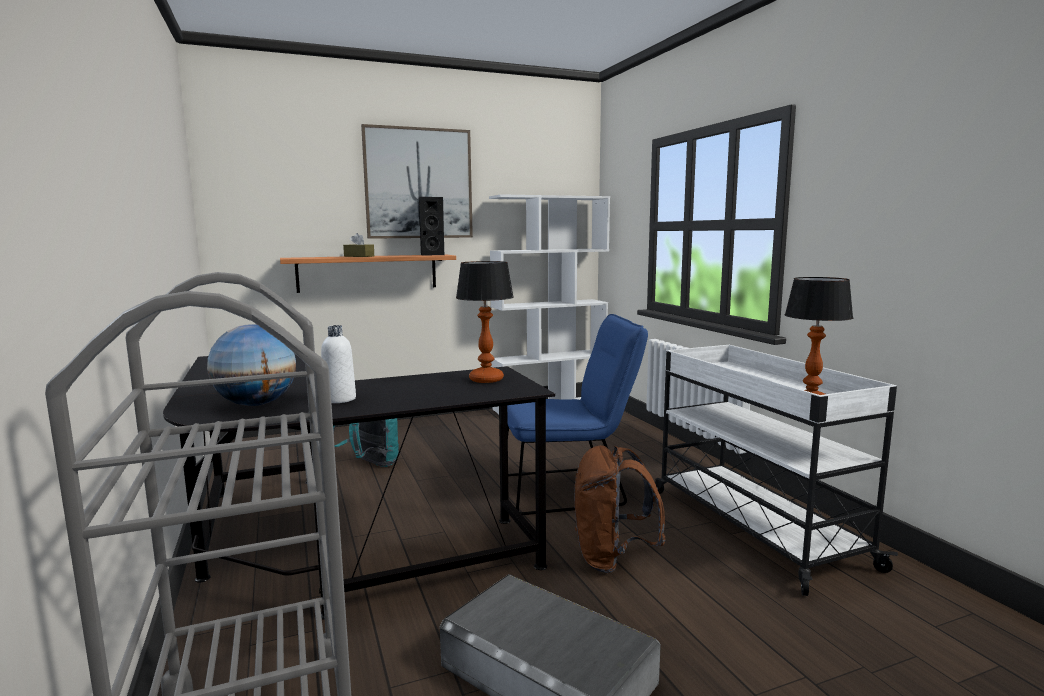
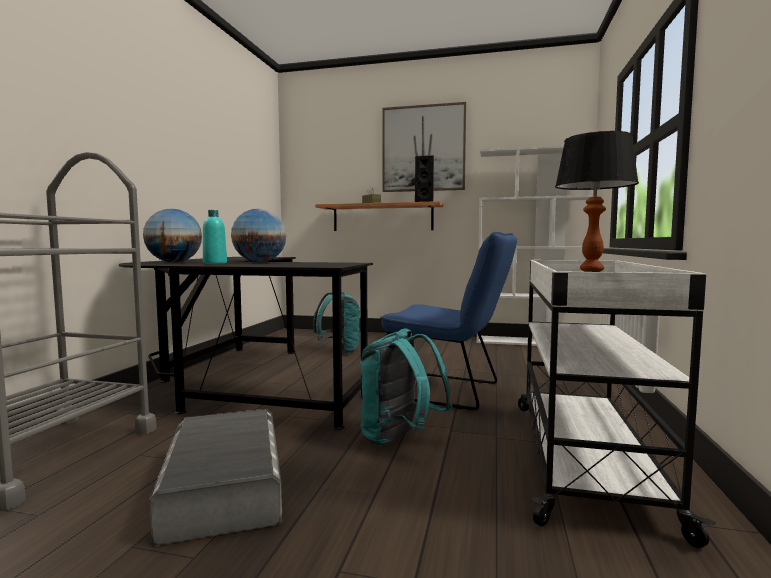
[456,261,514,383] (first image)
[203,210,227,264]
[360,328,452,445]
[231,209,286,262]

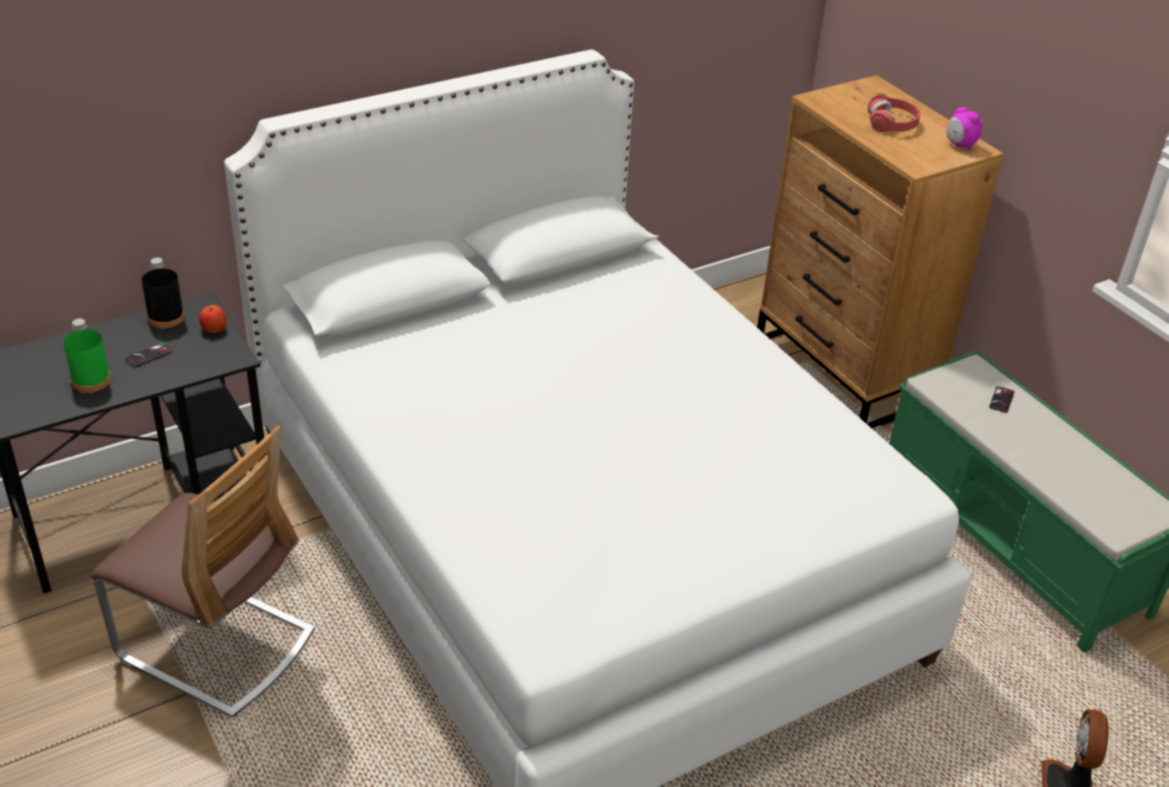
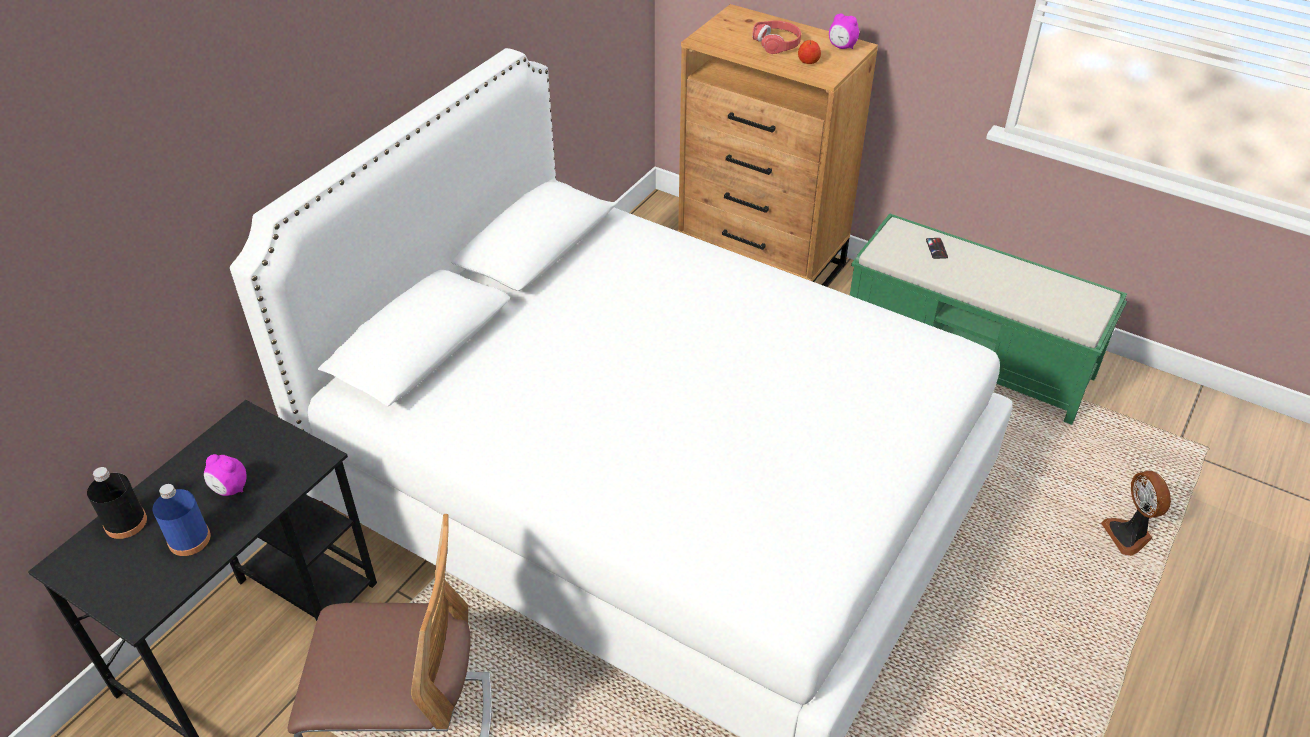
[87,467,147,539]
[798,40,821,64]
[153,484,211,556]
[204,454,247,496]

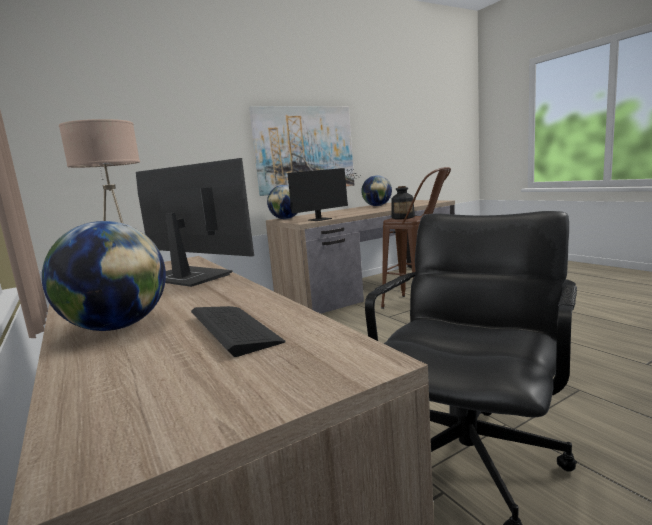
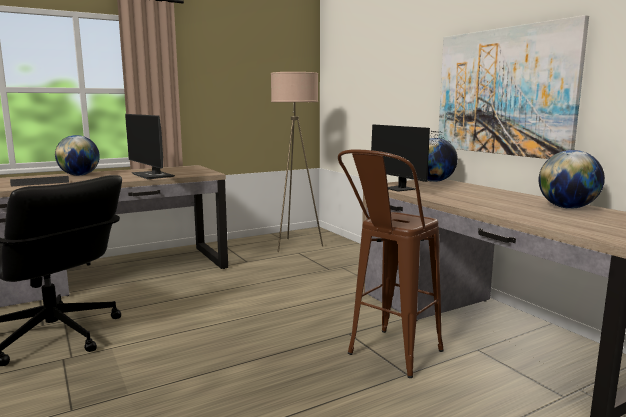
[125,114,175,179]
[392,186,415,219] (first image)

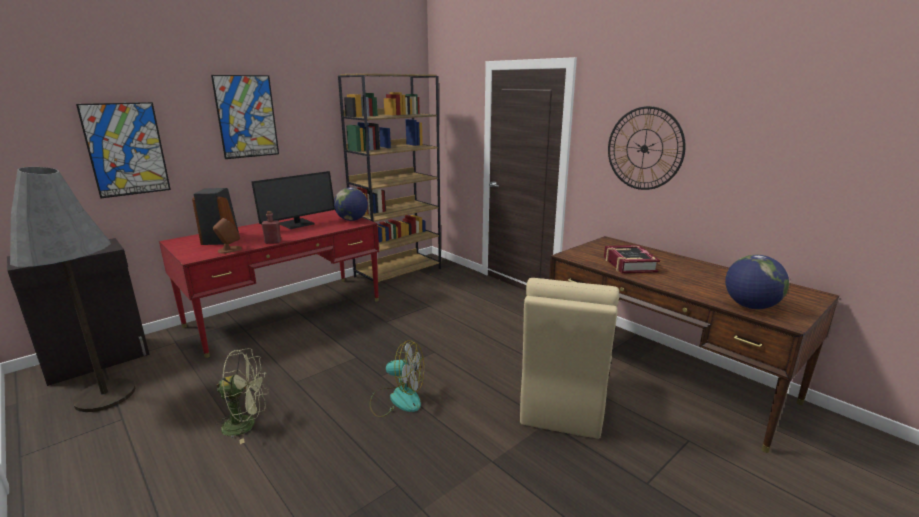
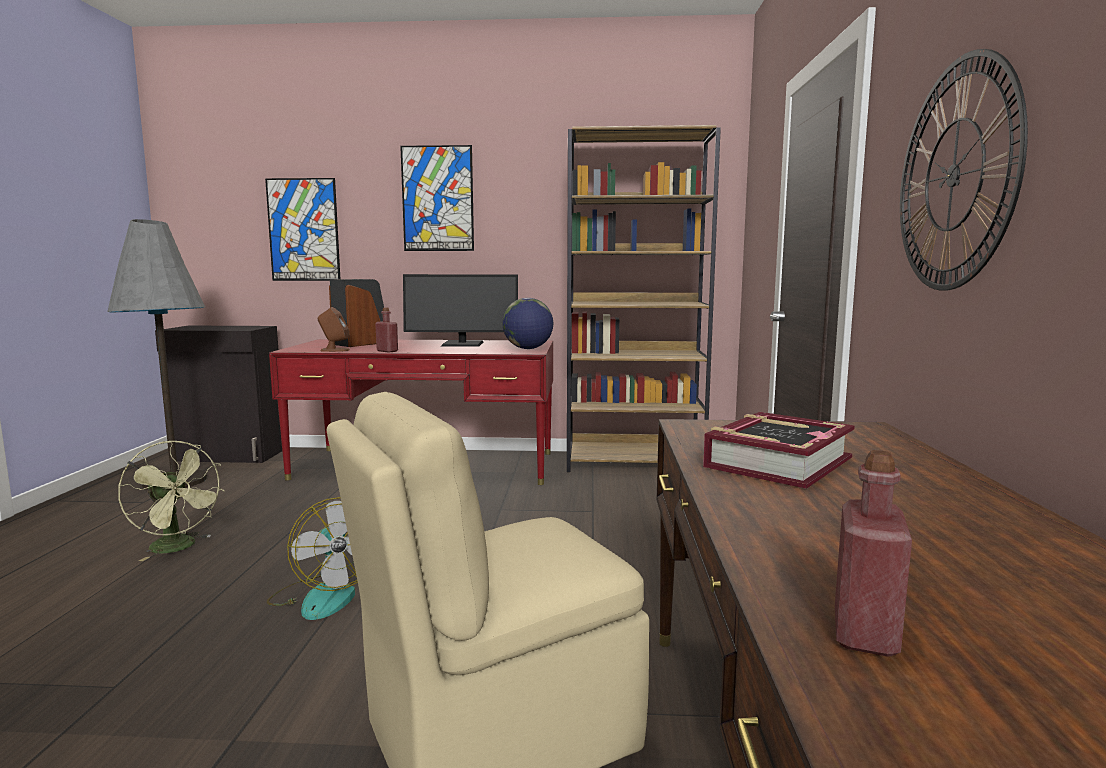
[835,450,912,657]

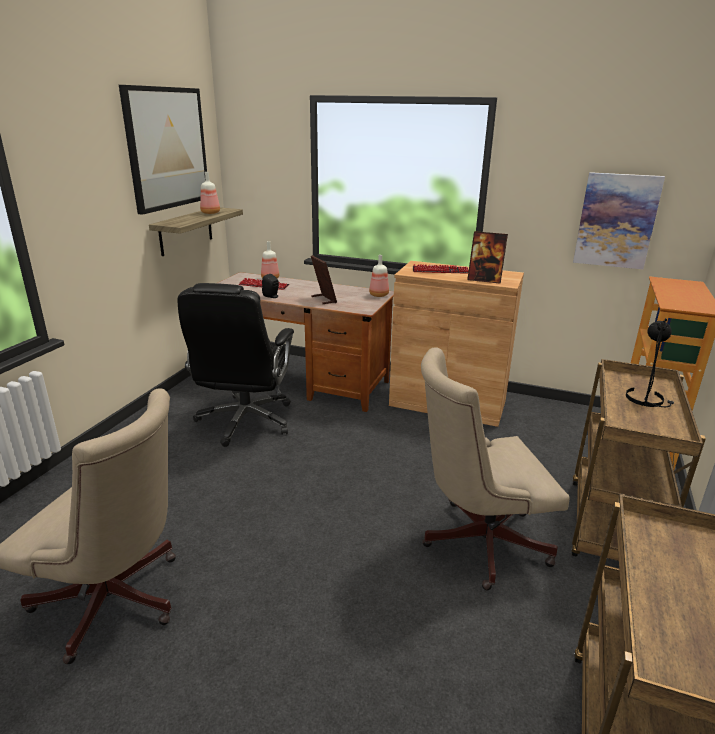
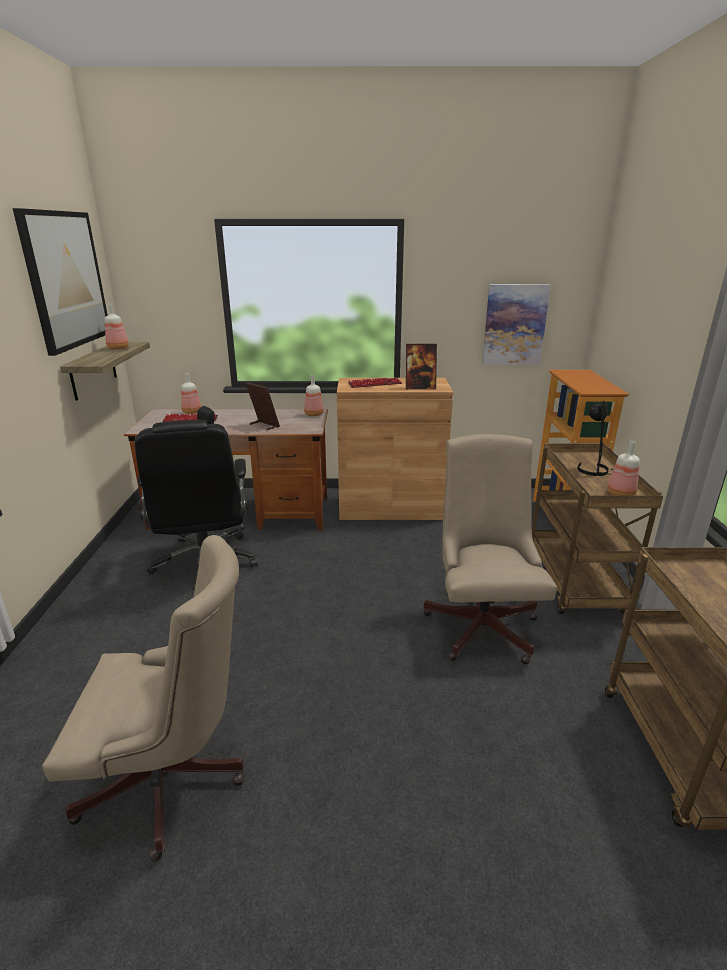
[424,434,557,664]
[607,441,640,496]

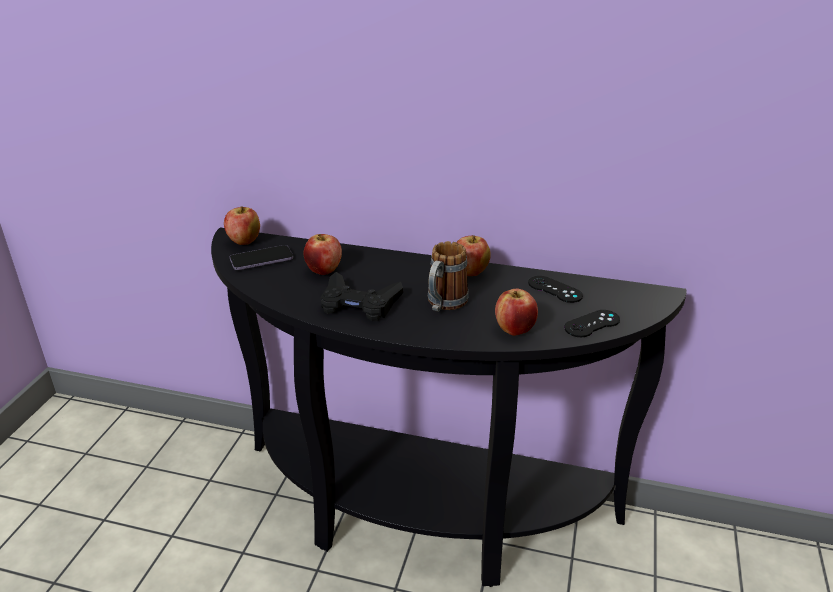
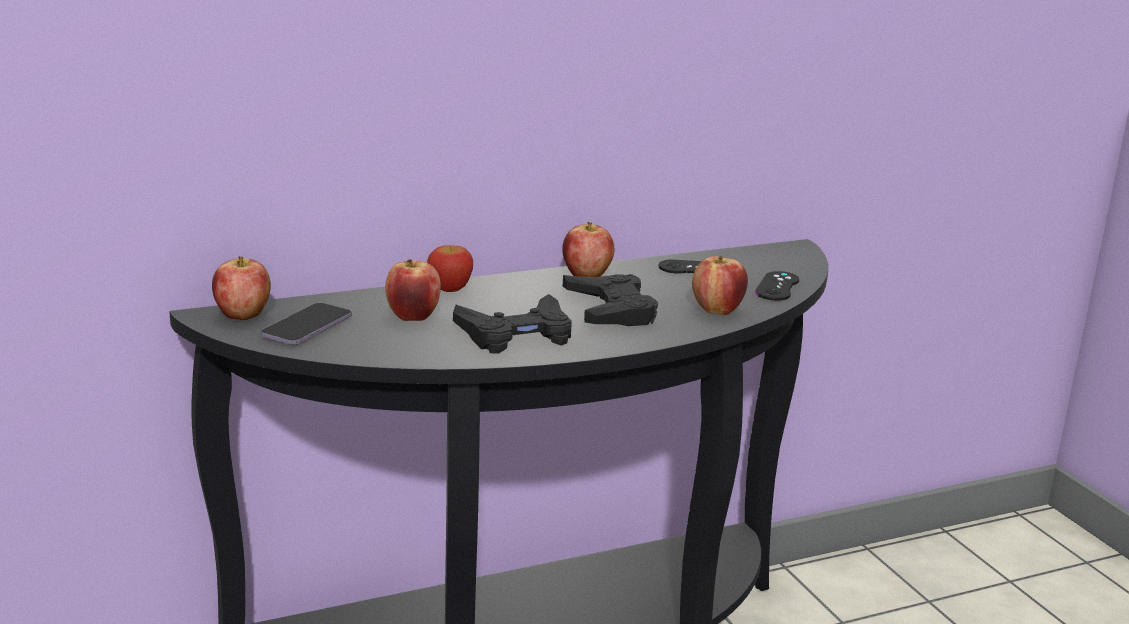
[563,274,658,326]
[427,245,473,292]

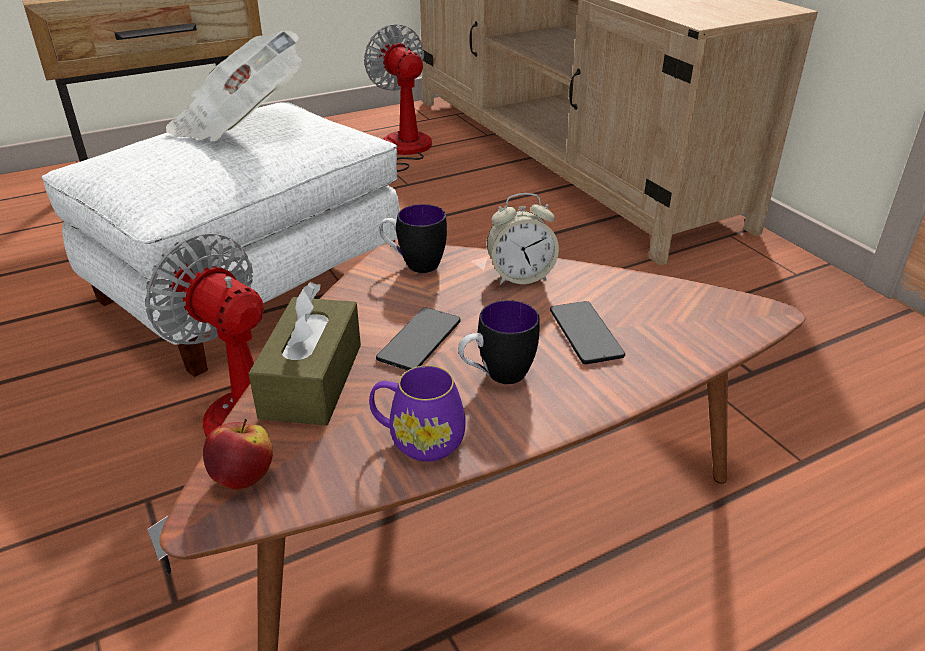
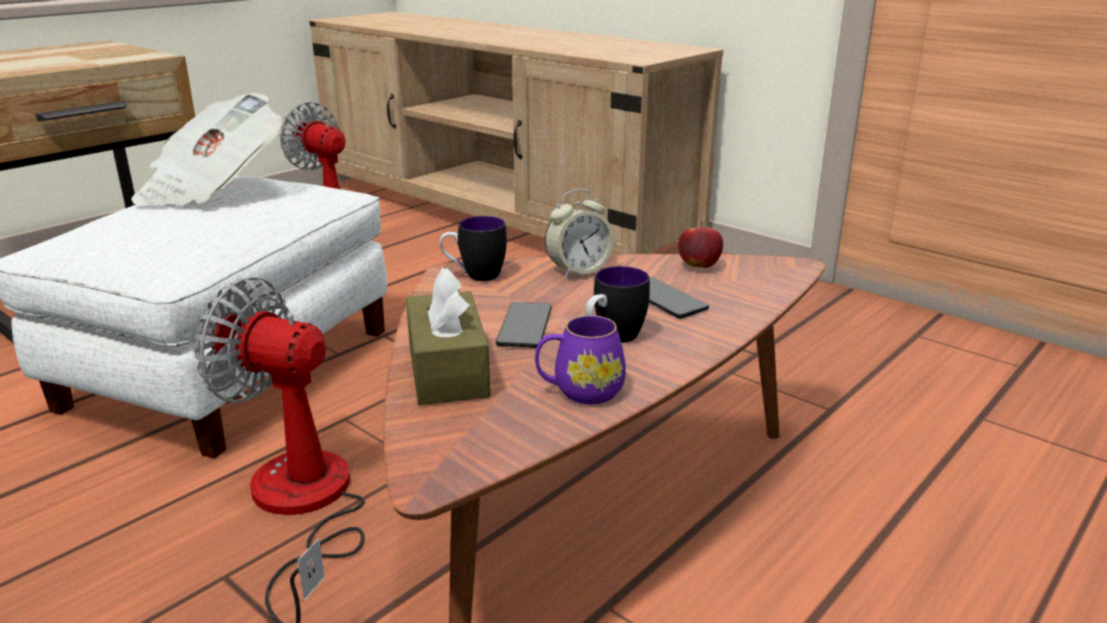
[678,222,723,268]

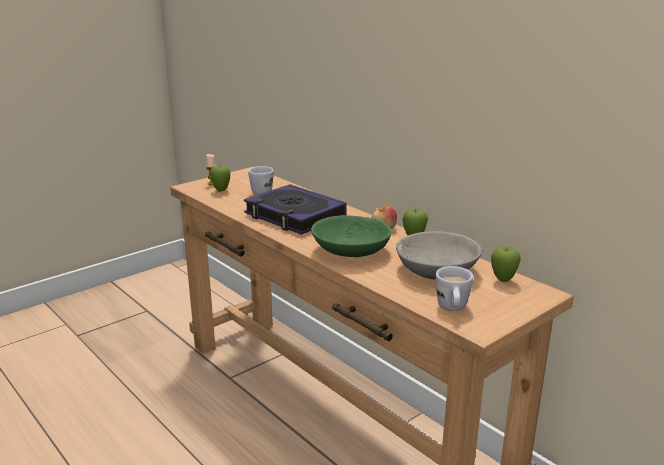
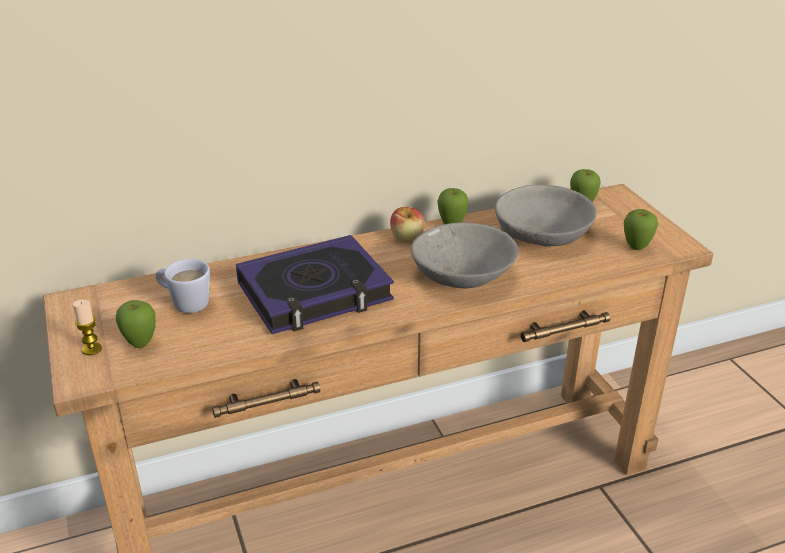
[410,222,519,289]
[624,209,658,250]

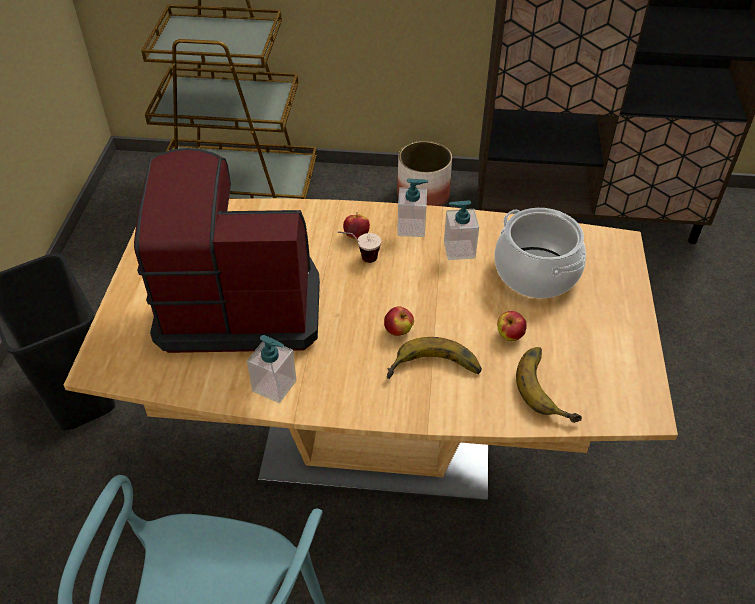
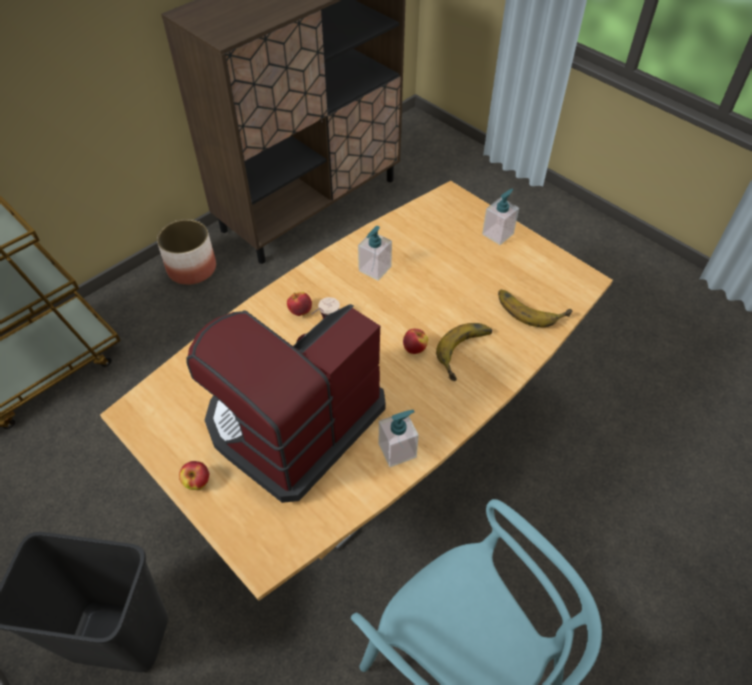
[482,189,519,245]
[494,208,586,298] (first image)
[179,461,209,490]

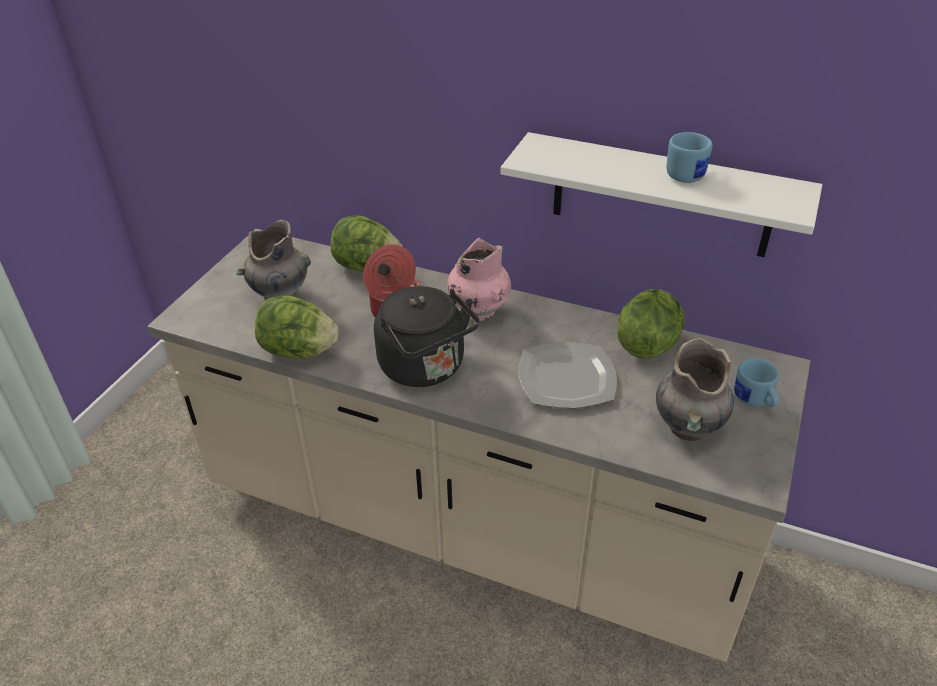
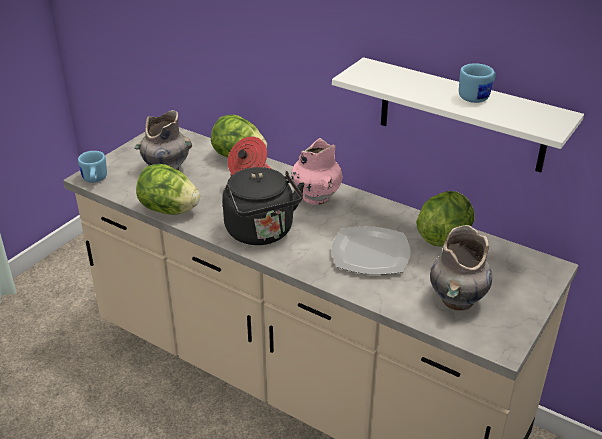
[78,151,107,183]

